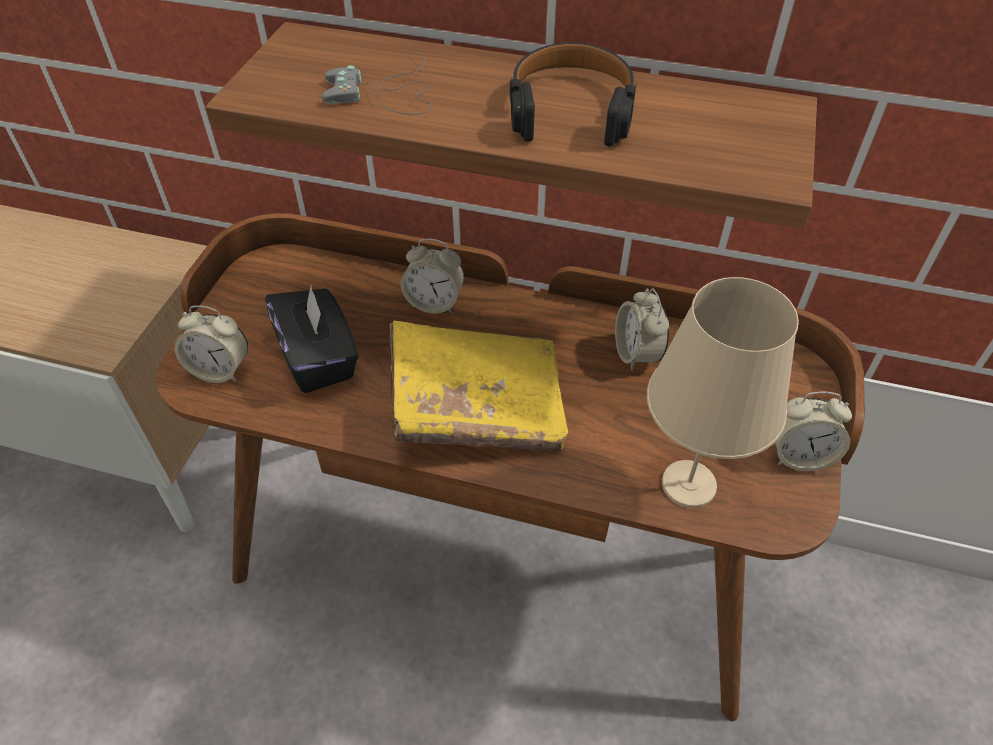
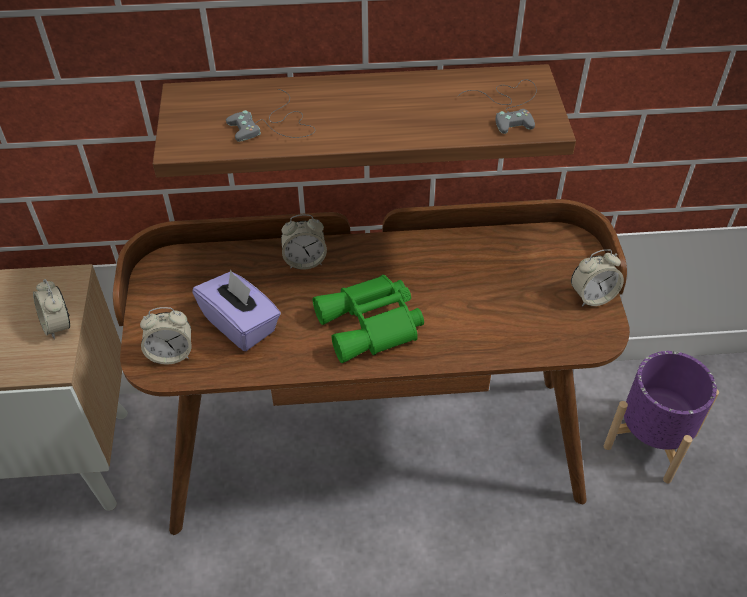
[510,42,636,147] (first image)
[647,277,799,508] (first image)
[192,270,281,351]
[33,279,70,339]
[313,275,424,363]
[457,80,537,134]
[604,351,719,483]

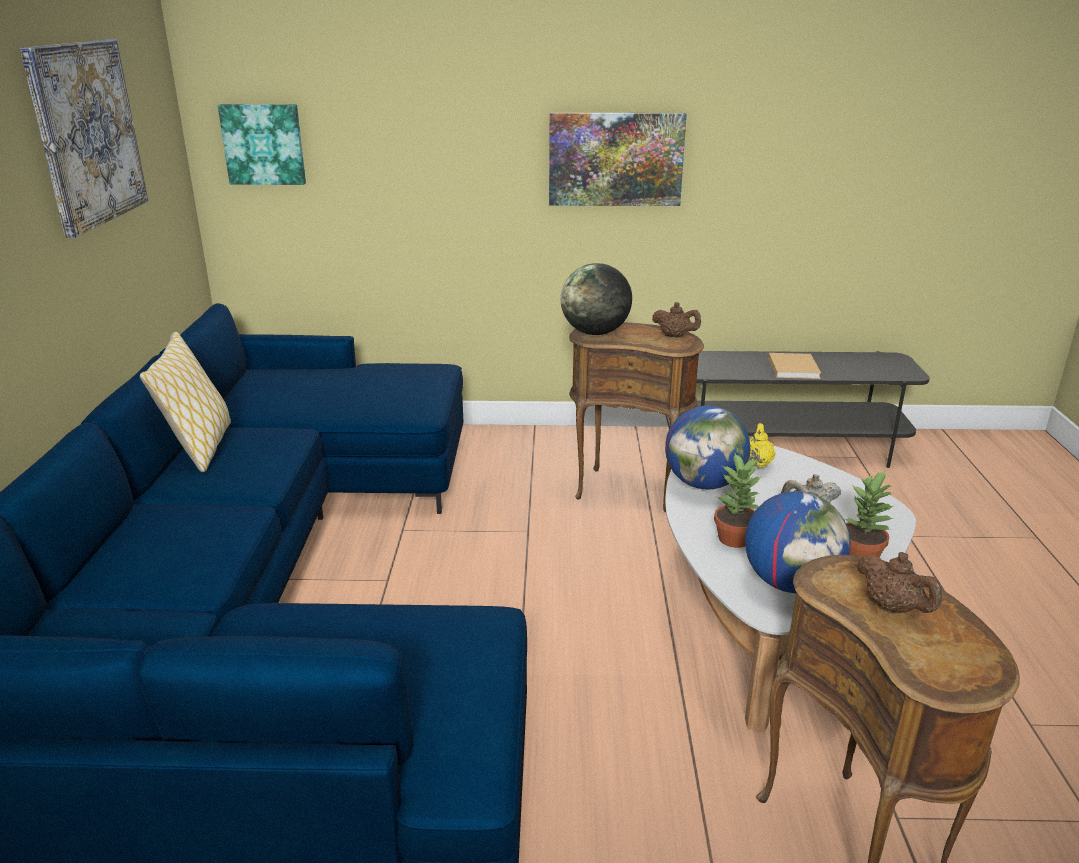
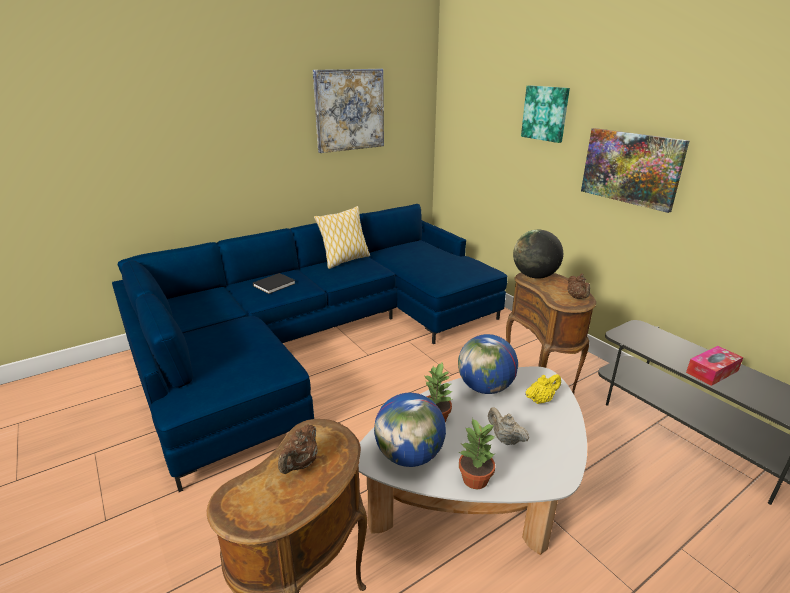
[521,86,570,143]
[686,346,743,386]
[253,273,296,294]

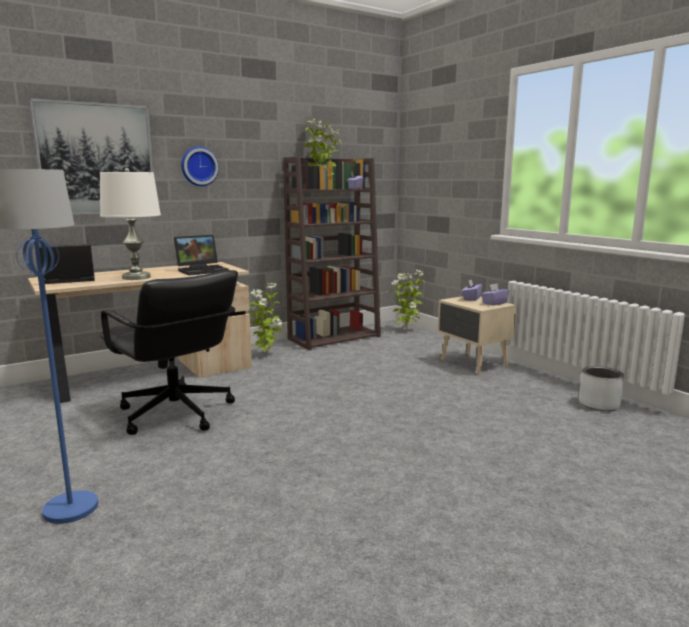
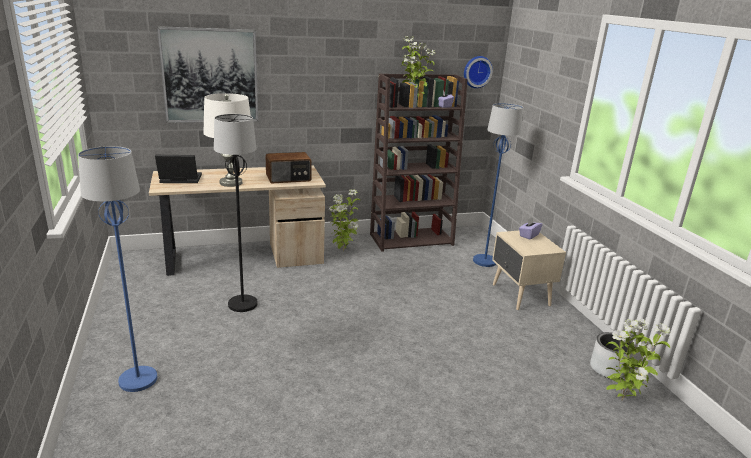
[464,56,493,88]
[266,152,312,183]
[214,114,258,312]
[606,319,670,400]
[481,283,509,306] (first image)
[473,103,523,267]

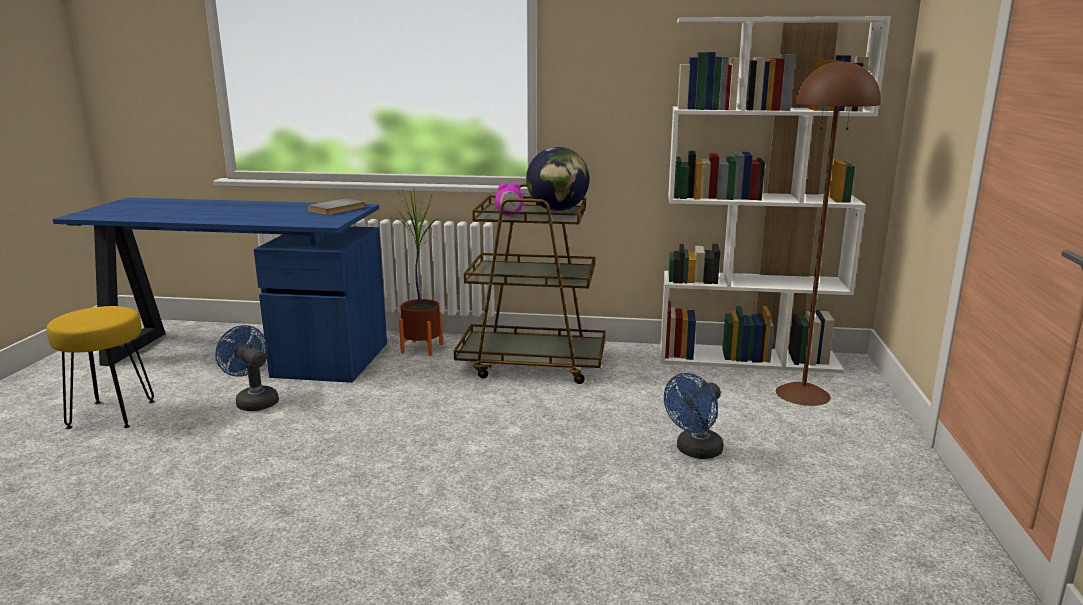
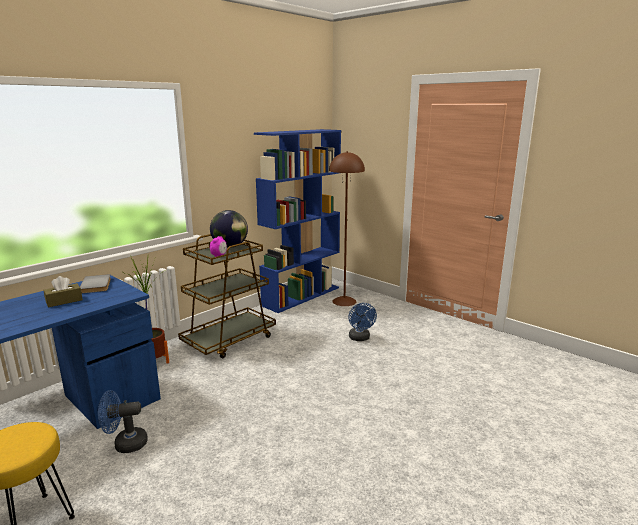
[254,129,341,313]
[44,276,83,307]

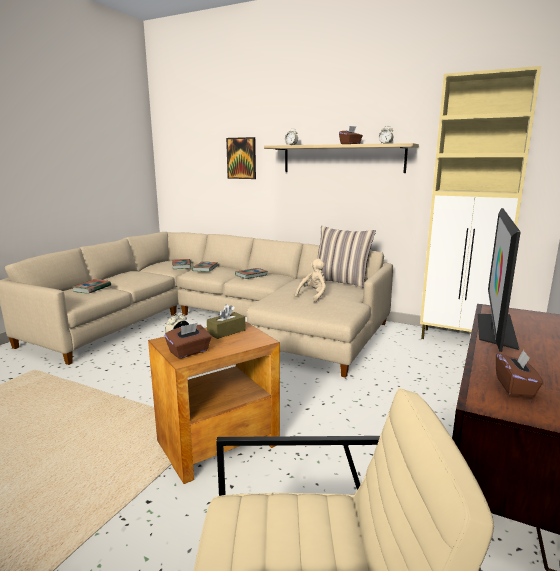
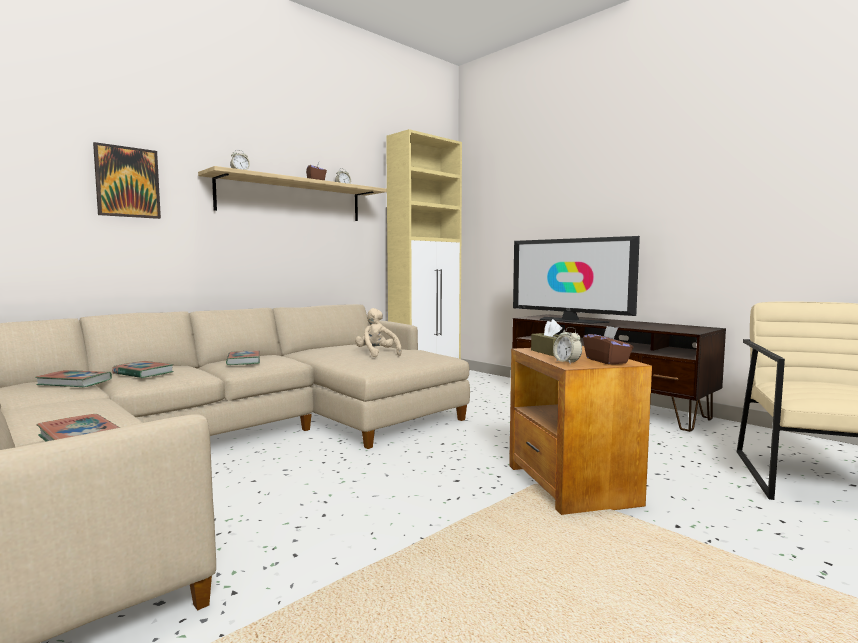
[318,226,376,288] (first image)
[496,350,543,397] (first image)

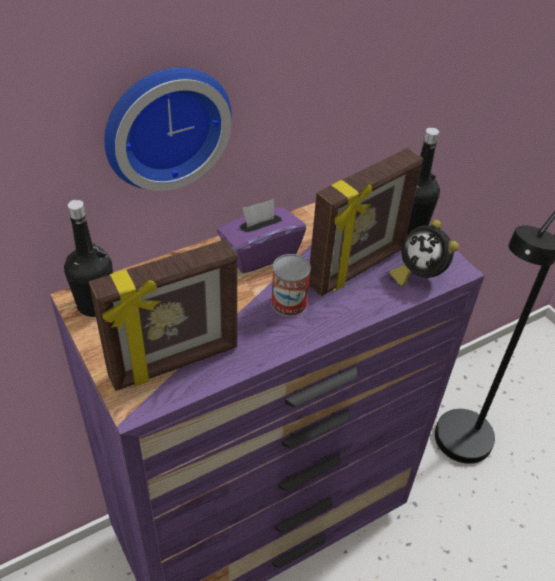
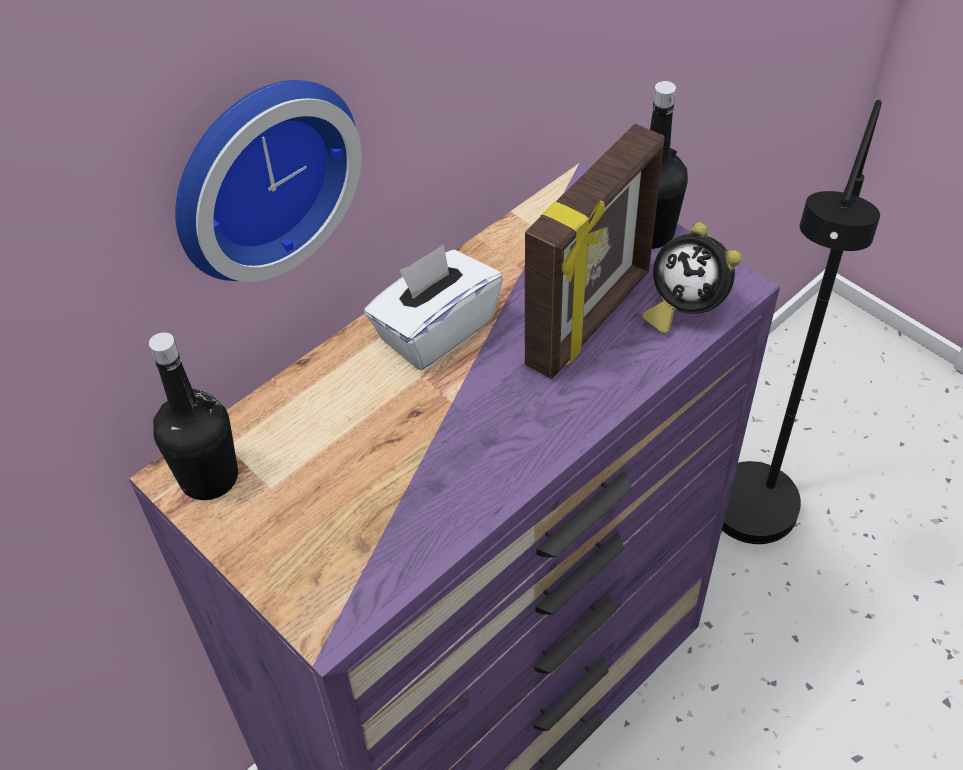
[364,244,503,370]
[89,239,237,391] (first image)
[271,254,311,317] (first image)

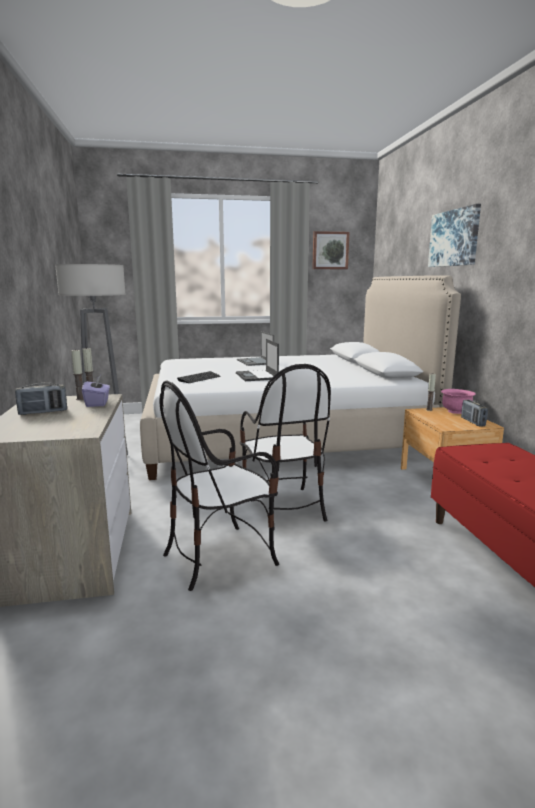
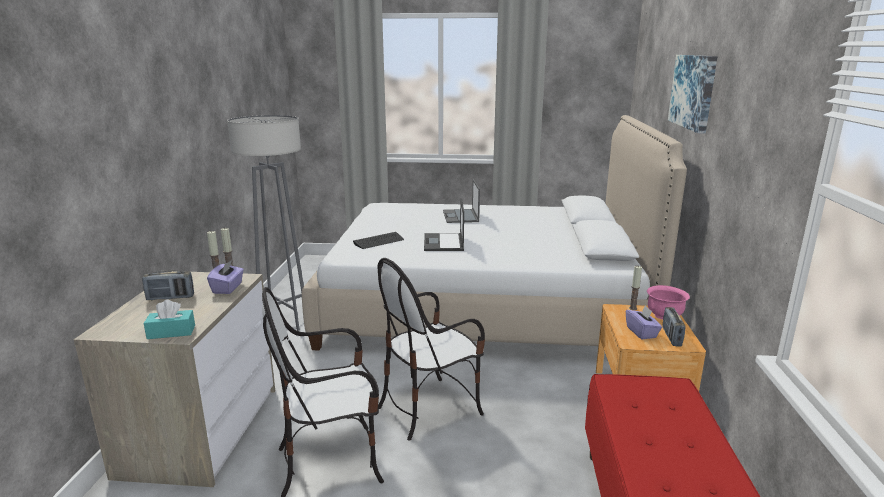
[312,231,349,269] (first image)
[377,258,485,440]
[144,299,195,339]
[626,306,662,339]

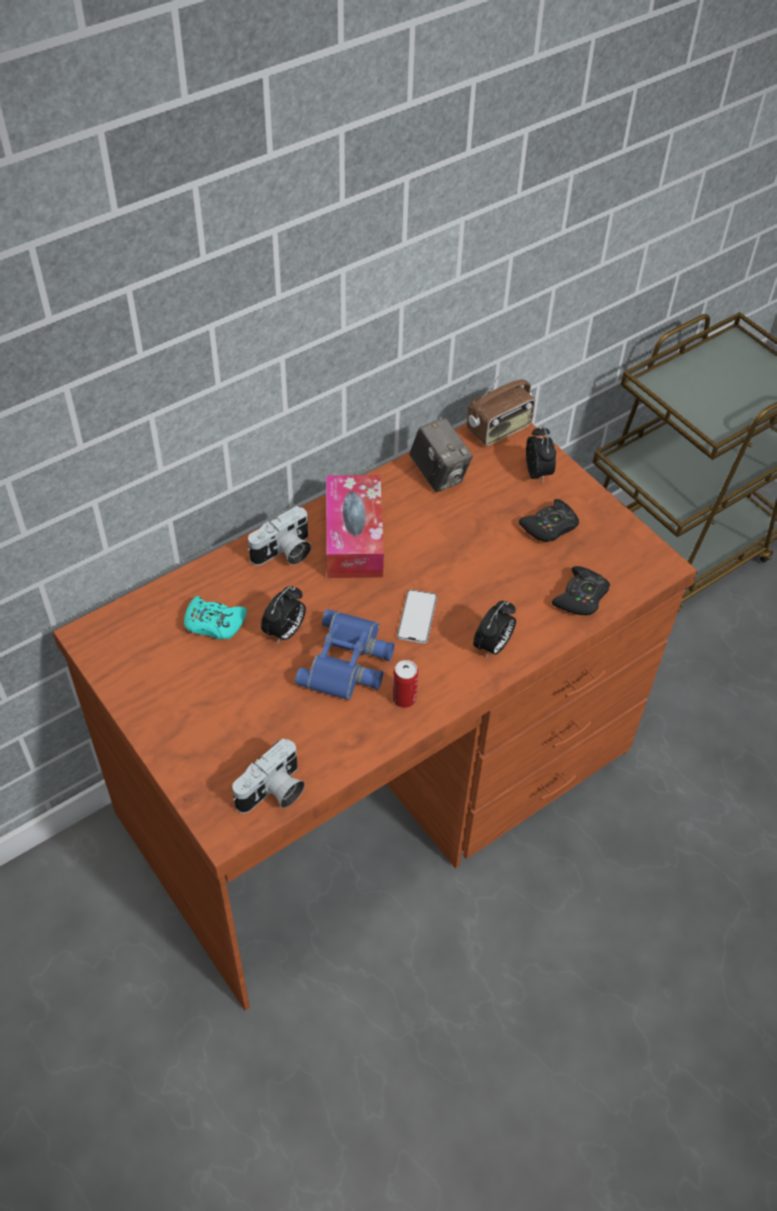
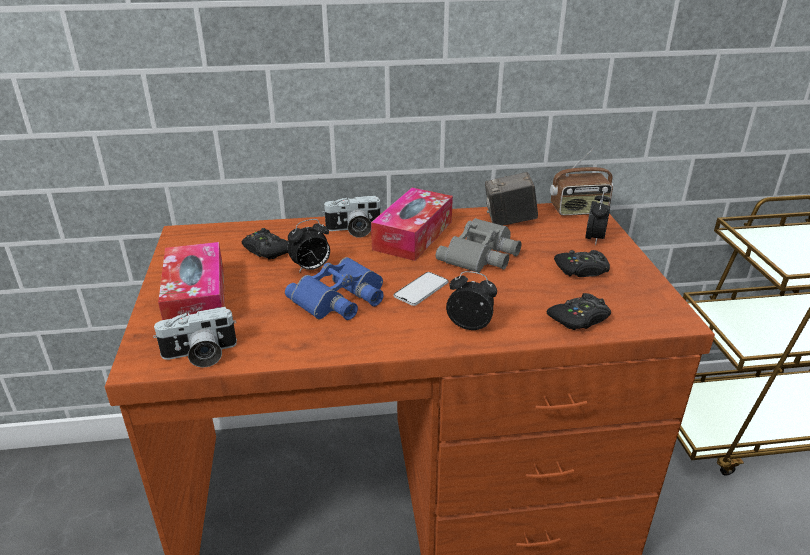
[485,172,538,226]
[242,228,289,259]
[446,271,497,330]
[392,660,418,708] (first image)
[436,218,521,273]
[158,242,225,320]

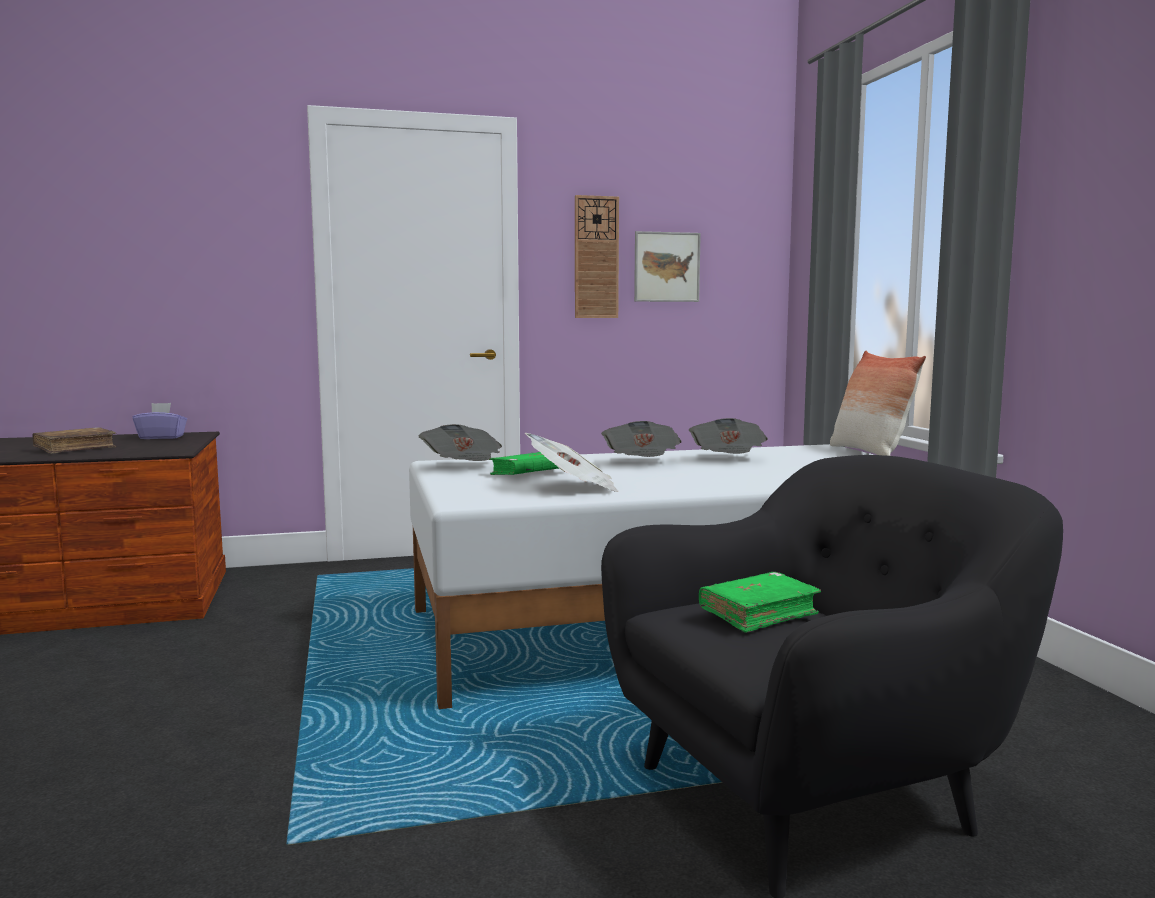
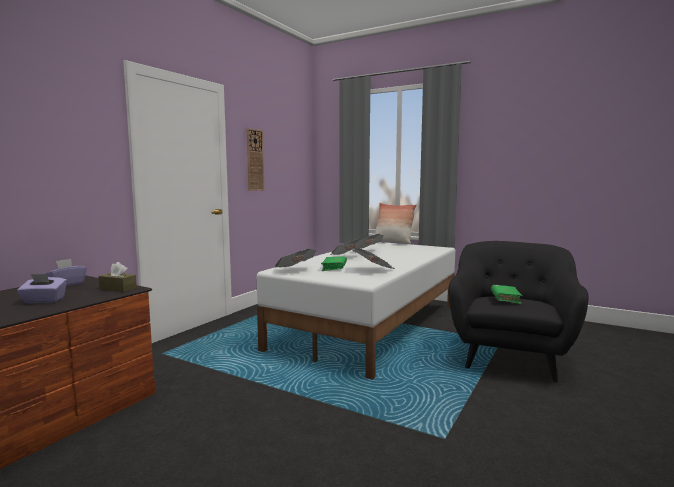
[634,231,701,302] (first image)
[17,274,67,303]
[99,262,137,292]

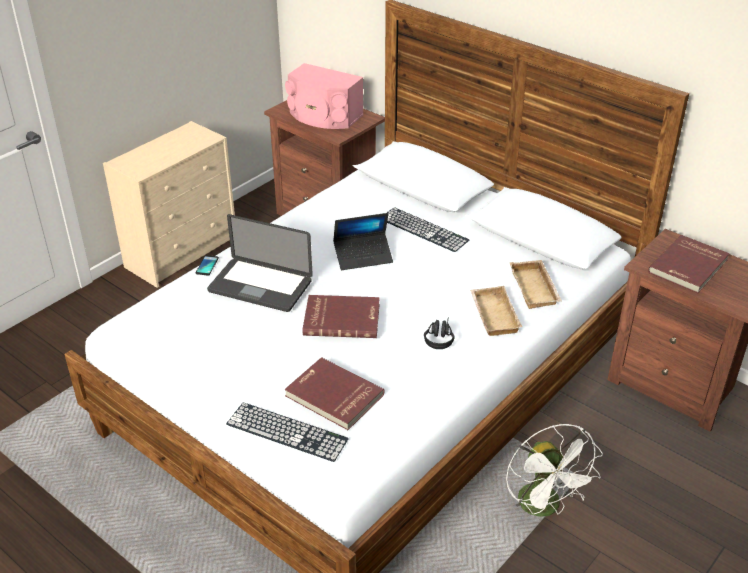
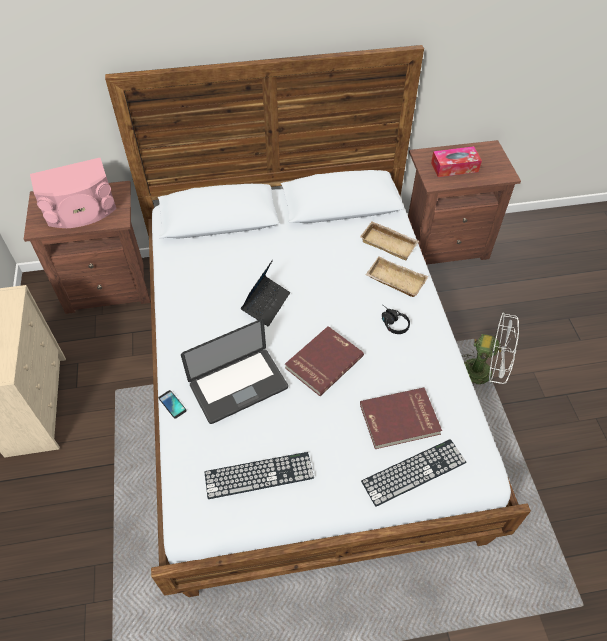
[205,452,314,499]
[431,146,482,177]

